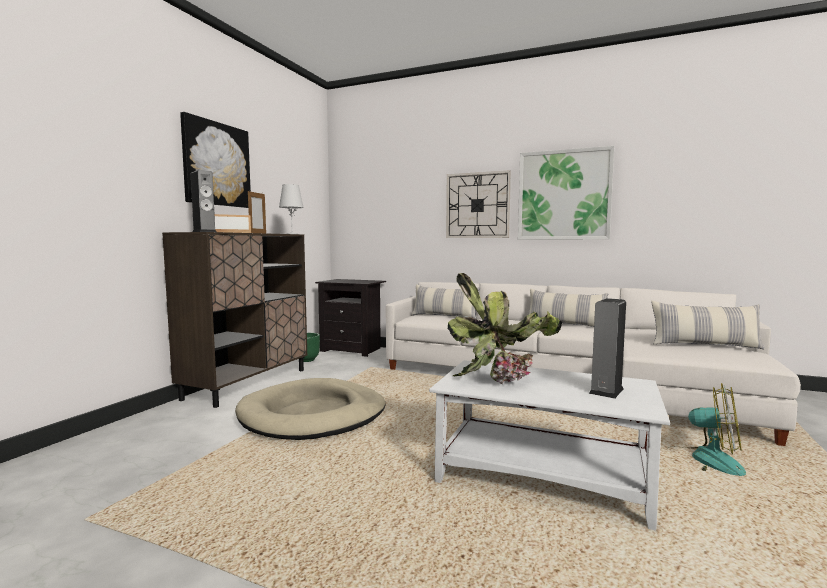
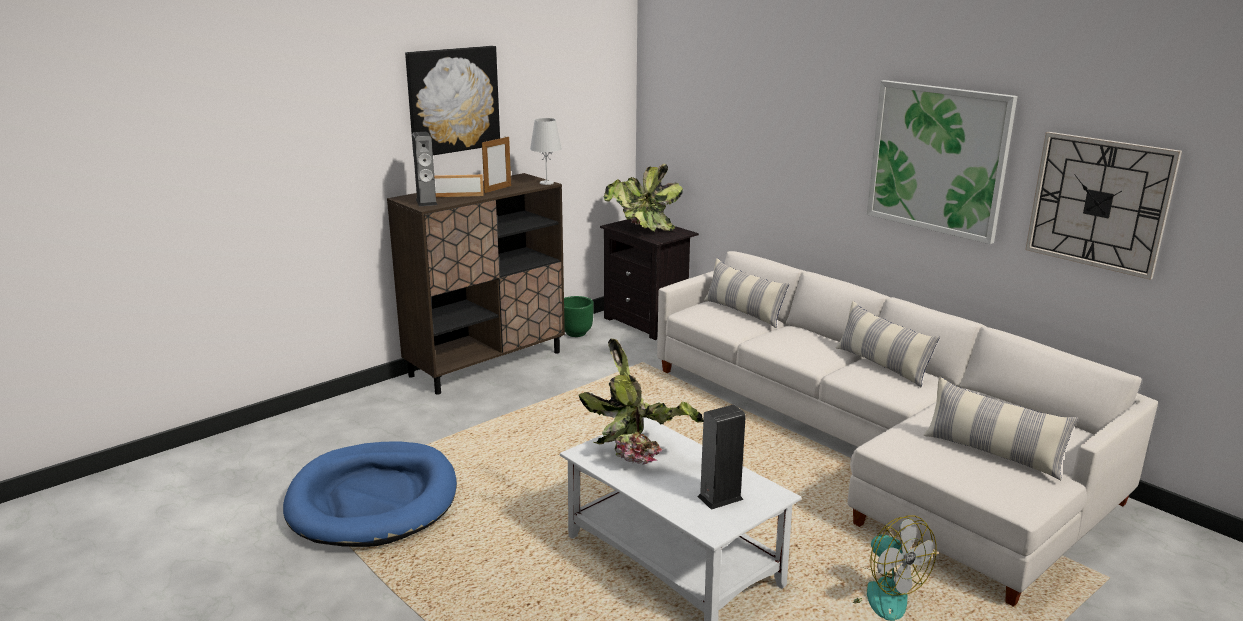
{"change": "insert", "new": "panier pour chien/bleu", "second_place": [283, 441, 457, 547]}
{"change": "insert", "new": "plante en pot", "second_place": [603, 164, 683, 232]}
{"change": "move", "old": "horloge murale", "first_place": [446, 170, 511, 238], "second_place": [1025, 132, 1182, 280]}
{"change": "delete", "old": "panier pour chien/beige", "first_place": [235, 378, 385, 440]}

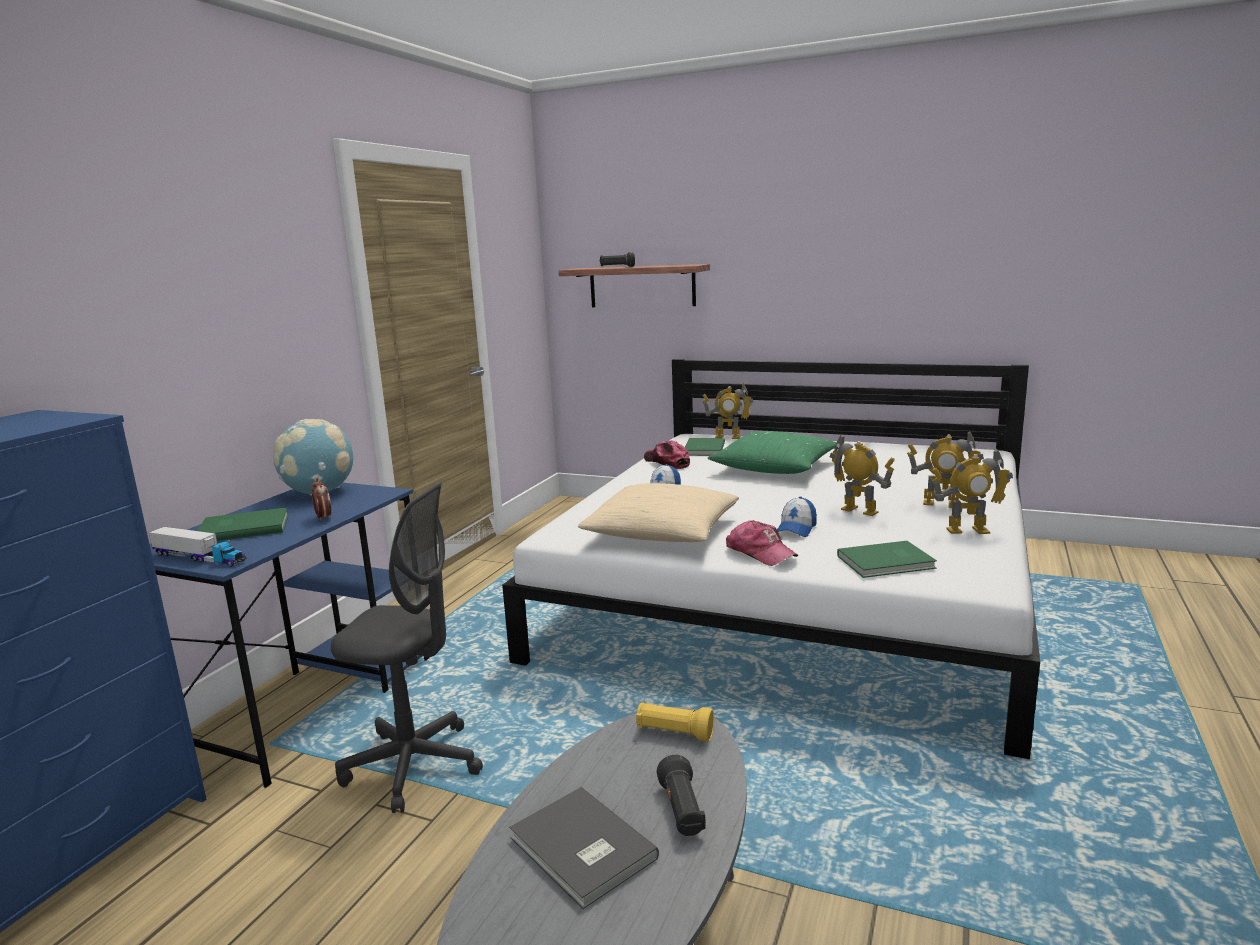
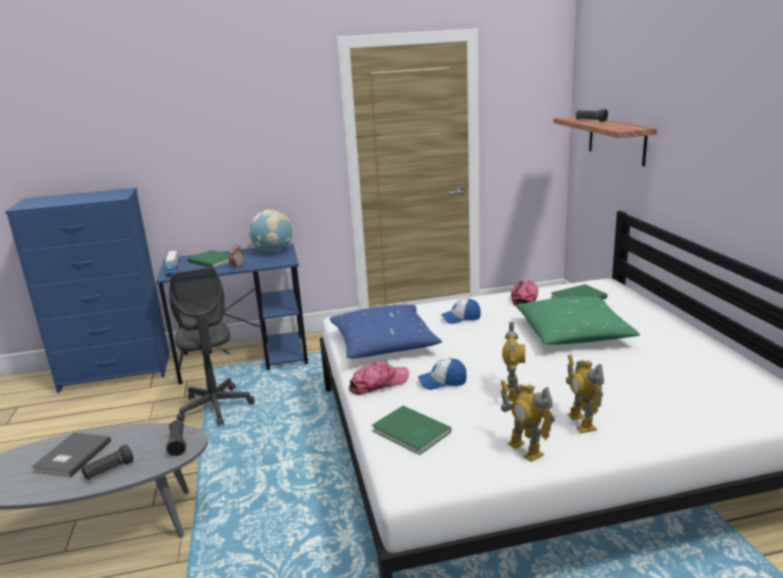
{"change": "recolor", "old": "lampe de poche/jaune", "new": "lampe de poche/noir", "first_place": [636, 702, 714, 742], "second_place": [166, 420, 186, 456]}
{"change": "recolor", "old": "coussin/beige", "new": "coussin/bleu", "first_place": [578, 483, 739, 542], "second_place": [330, 305, 442, 358]}
{"change": "rotate", "old": "casquette", "first_place": [726, 520, 799, 566], "second_place": [349, 361, 409, 395], "degrees": -135}
{"change": "delete", "old": "robot jouet", "first_place": [702, 383, 753, 439]}

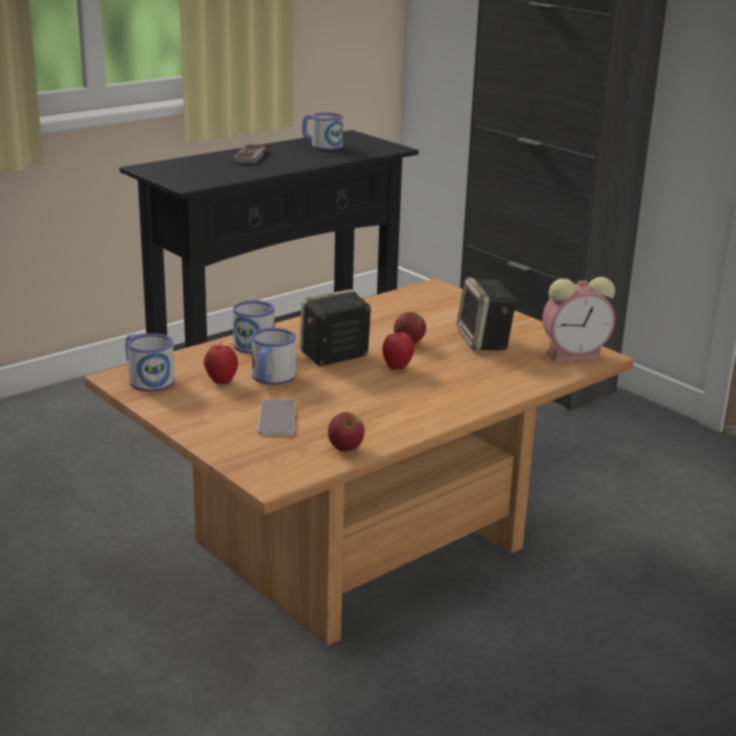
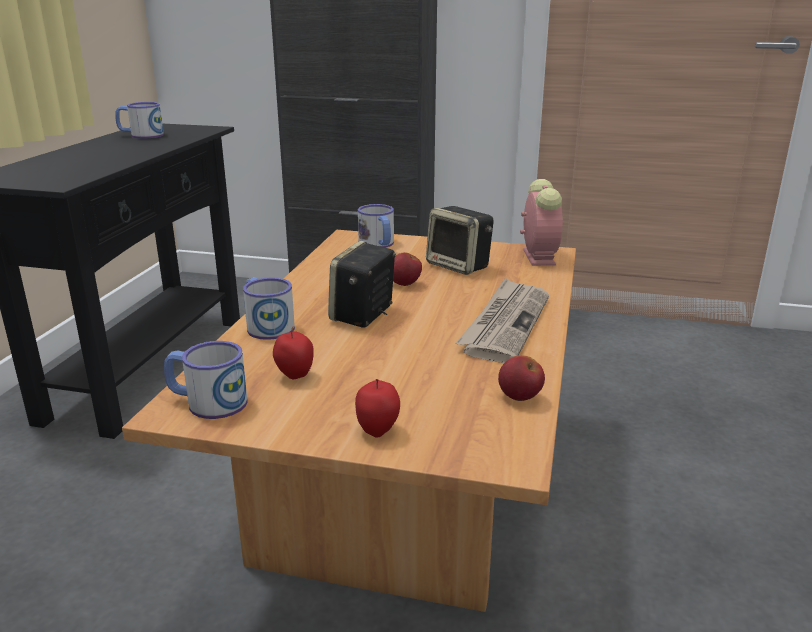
{"change": "move", "old": "pomme", "first_place": [383, 329, 415, 370], "second_place": [355, 379, 400, 438]}
{"change": "move", "old": "mug", "first_place": [252, 328, 296, 385], "second_place": [358, 204, 394, 248]}
{"change": "insert", "new": "journal", "second_place": [456, 278, 549, 363]}
{"change": "rotate", "old": "réveil", "first_place": [542, 277, 615, 363], "second_place": [520, 179, 563, 266], "degrees": -45}
{"change": "delete", "old": "manette", "first_place": [233, 144, 275, 164]}
{"change": "delete", "old": "téléphone", "first_place": [258, 400, 295, 435]}

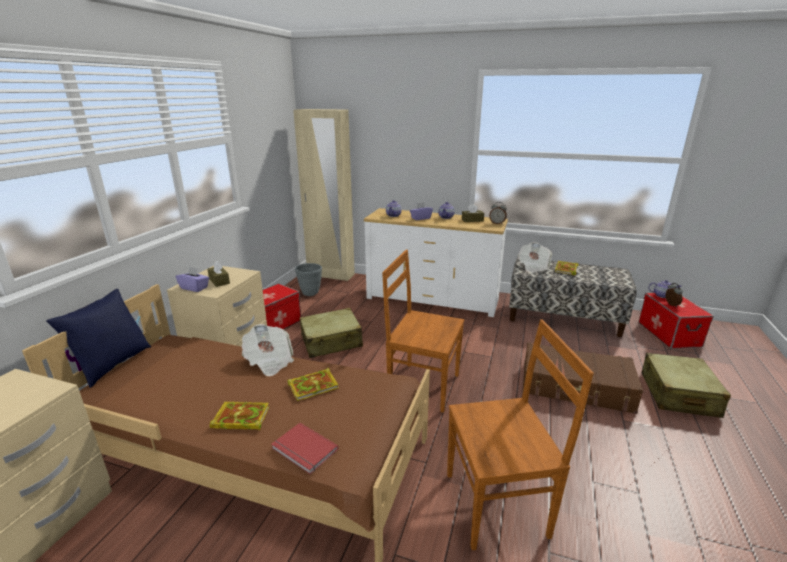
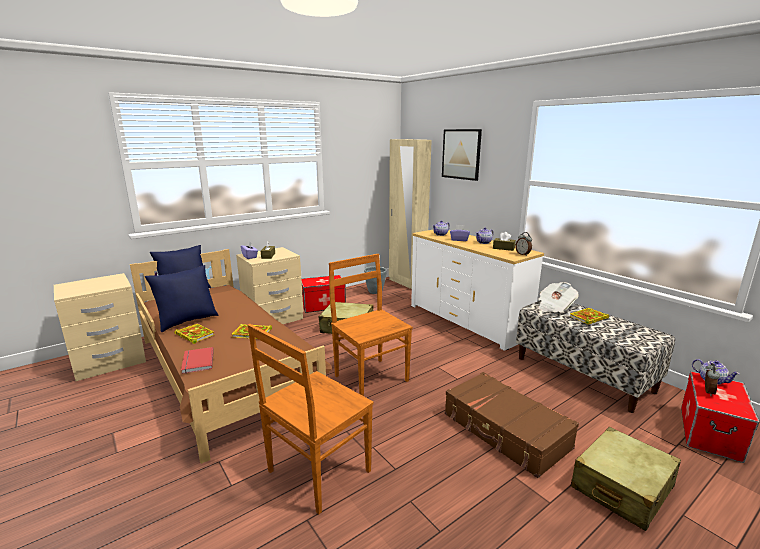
{"change": "insert", "new": "coussin/bleu", "second_place": [145, 265, 219, 332]}
{"change": "rotate", "old": "chaise/marron", "first_place": [447, 320, 594, 550], "second_place": [248, 324, 374, 514], "degrees": 105}
{"change": "insert", "new": "tableau", "second_place": [442, 129, 482, 181]}
{"change": "delete", "old": "journal", "first_place": [242, 324, 294, 376]}

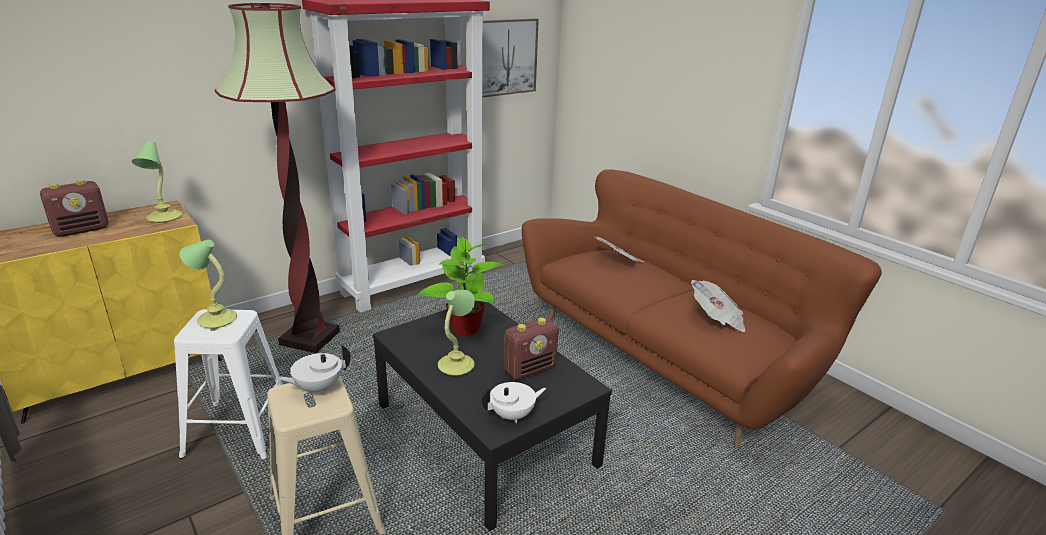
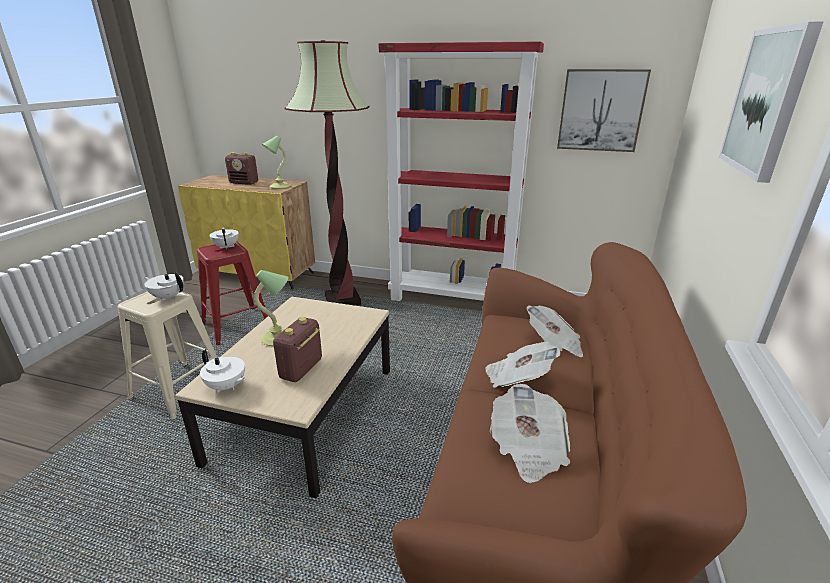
{"change": "recolor", "old": "table basse/noir", "new": "table basse/beige", "first_place": [373, 302, 612, 531], "second_place": [175, 296, 390, 498]}
{"change": "recolor", "old": "tabouret/blanc", "new": "tabouret/rouge", "first_place": [174, 309, 283, 459], "second_place": [197, 242, 268, 345]}
{"change": "replace", "old": "lampe de table", "new": "théière/blanc", "first_place": [180, 240, 237, 329], "second_place": [209, 228, 239, 248]}
{"change": "rotate", "old": "radio", "first_place": [504, 317, 559, 380], "second_place": [273, 317, 322, 382], "degrees": 90}
{"change": "insert", "new": "journal", "second_place": [485, 341, 560, 388]}
{"change": "insert", "new": "tableau", "second_place": [719, 21, 824, 183]}
{"change": "delete", "old": "plante en pot", "first_place": [417, 236, 503, 336]}

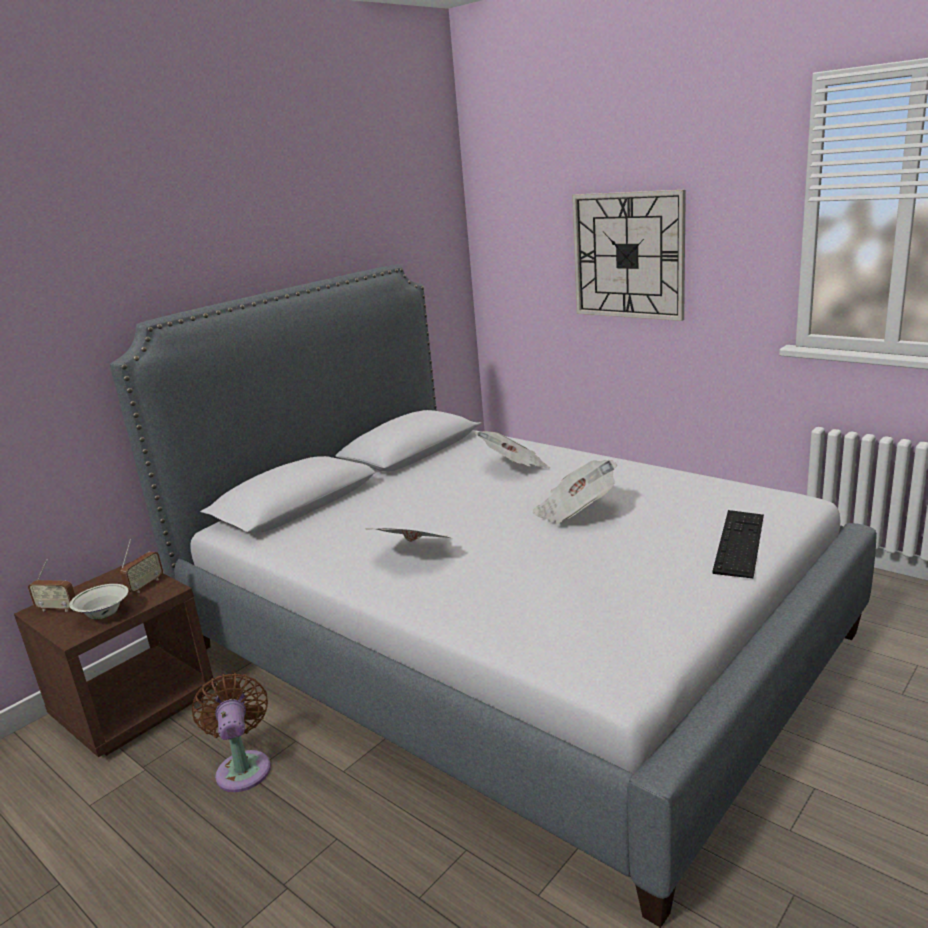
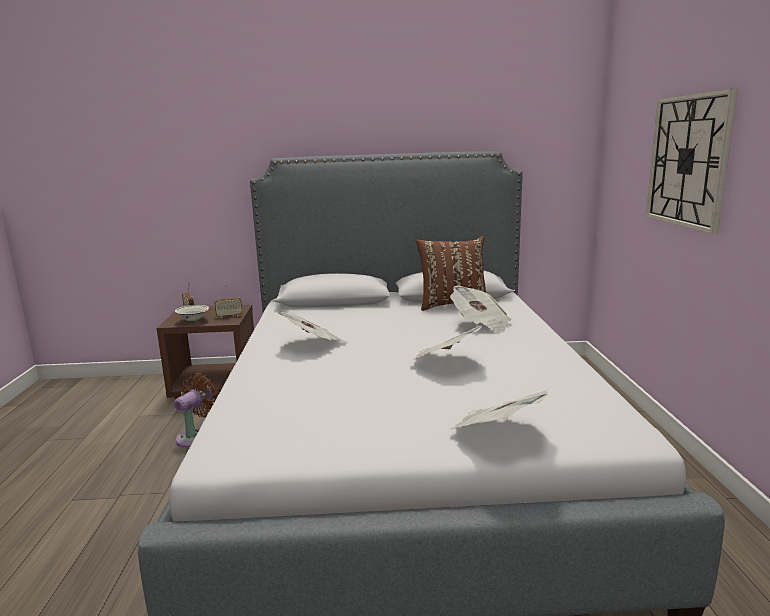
{"change": "insert", "new": "coussin/marron", "second_place": [416, 236, 486, 311]}
{"change": "replace", "old": "clavier", "new": "journal", "first_place": [712, 510, 764, 578], "second_place": [449, 390, 548, 430]}

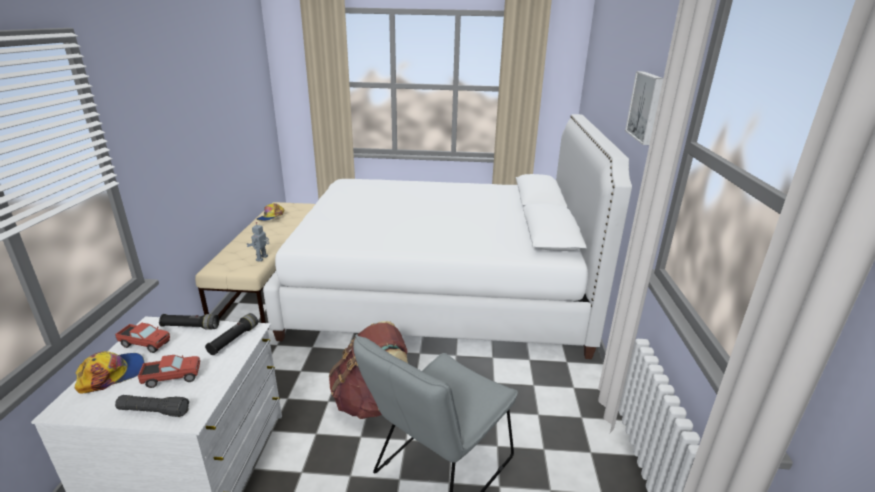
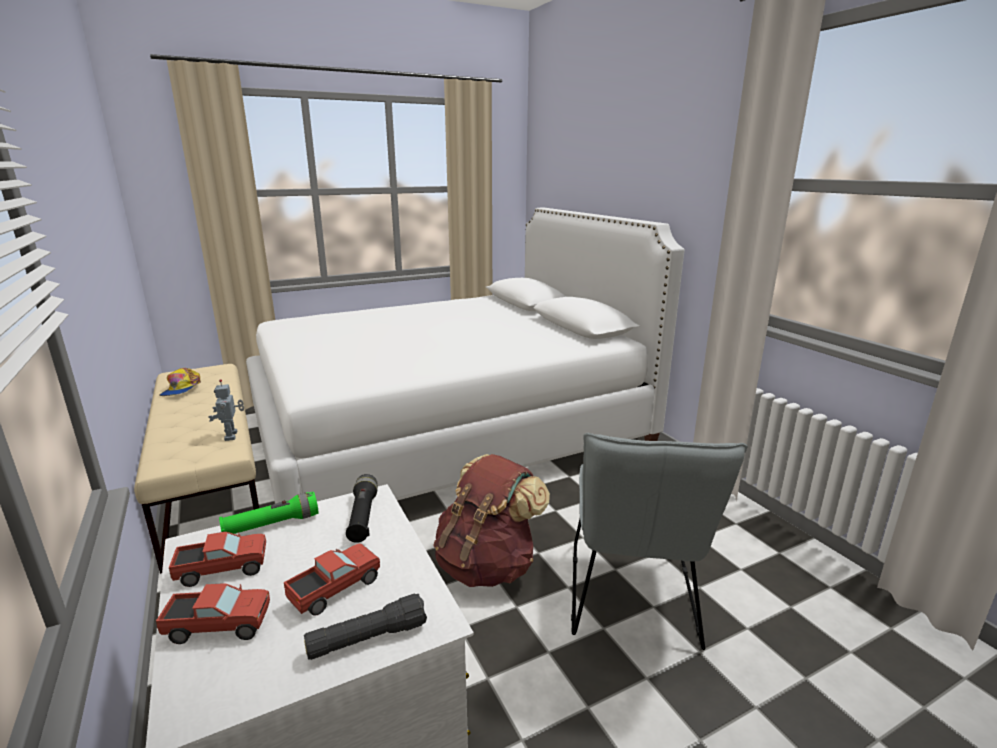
{"change": "replace", "old": "casquette", "new": "camion jouet", "first_place": [75, 351, 144, 394], "second_place": [156, 583, 270, 644]}
{"change": "recolor", "old": "lampe de poche/noir", "new": "lampe de poche/vert", "first_place": [159, 314, 219, 330], "second_place": [219, 492, 318, 534]}
{"change": "delete", "old": "tableau", "first_place": [625, 71, 663, 145]}

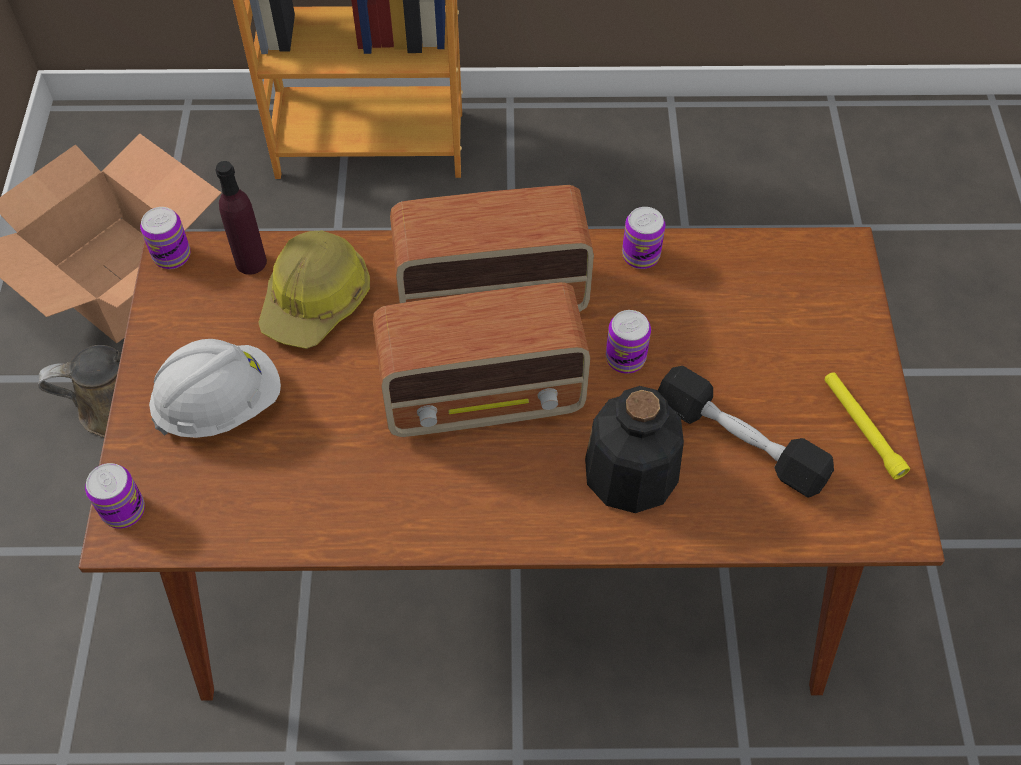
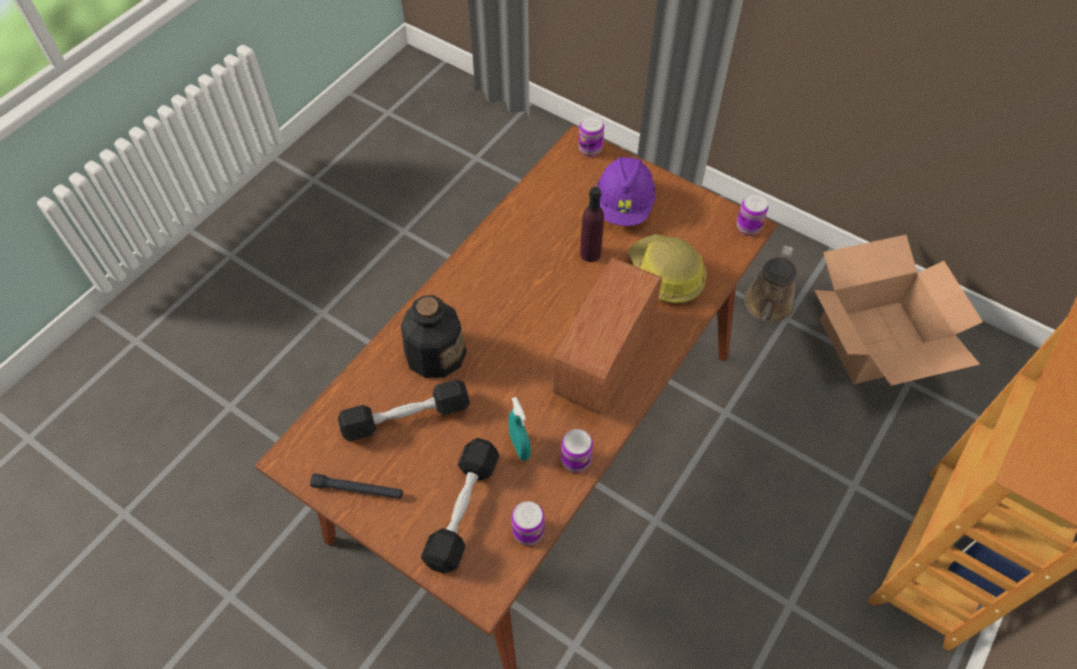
{"change": "recolor", "old": "lampe de poche/jaune", "new": "lampe de poche/noir", "first_place": [825, 372, 910, 480], "second_place": [310, 473, 403, 499]}
{"change": "insert", "new": "haltère/noir", "second_place": [421, 438, 499, 573]}
{"change": "insert", "new": "vaporisateur/turquoise", "second_place": [509, 397, 531, 461]}
{"change": "move", "old": "boîte métallique", "first_place": [606, 310, 651, 373], "second_place": [511, 501, 544, 546]}
{"change": "move", "old": "bouteille/violet", "first_place": [215, 161, 267, 275], "second_place": [580, 187, 604, 262]}
{"change": "recolor", "old": "casque de chantier/blanc", "new": "casque de chantier/violet", "first_place": [149, 339, 281, 438], "second_place": [596, 157, 656, 226]}
{"change": "delete", "old": "radio", "first_place": [373, 282, 590, 437]}

